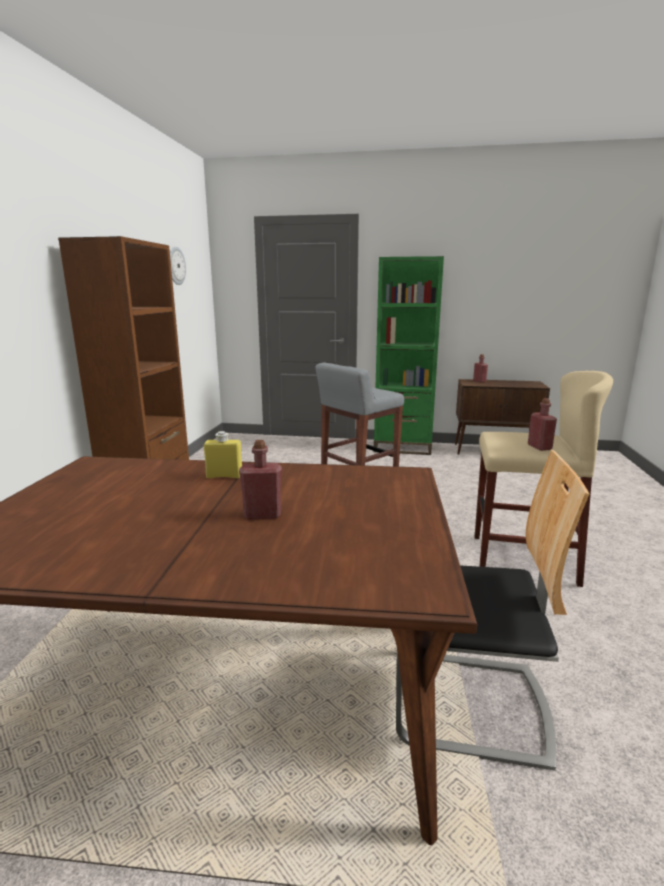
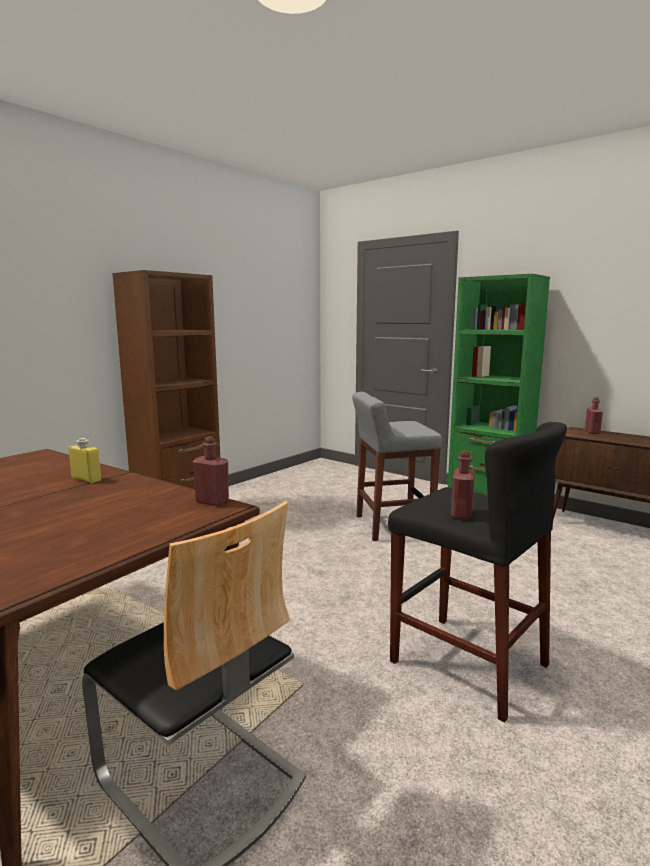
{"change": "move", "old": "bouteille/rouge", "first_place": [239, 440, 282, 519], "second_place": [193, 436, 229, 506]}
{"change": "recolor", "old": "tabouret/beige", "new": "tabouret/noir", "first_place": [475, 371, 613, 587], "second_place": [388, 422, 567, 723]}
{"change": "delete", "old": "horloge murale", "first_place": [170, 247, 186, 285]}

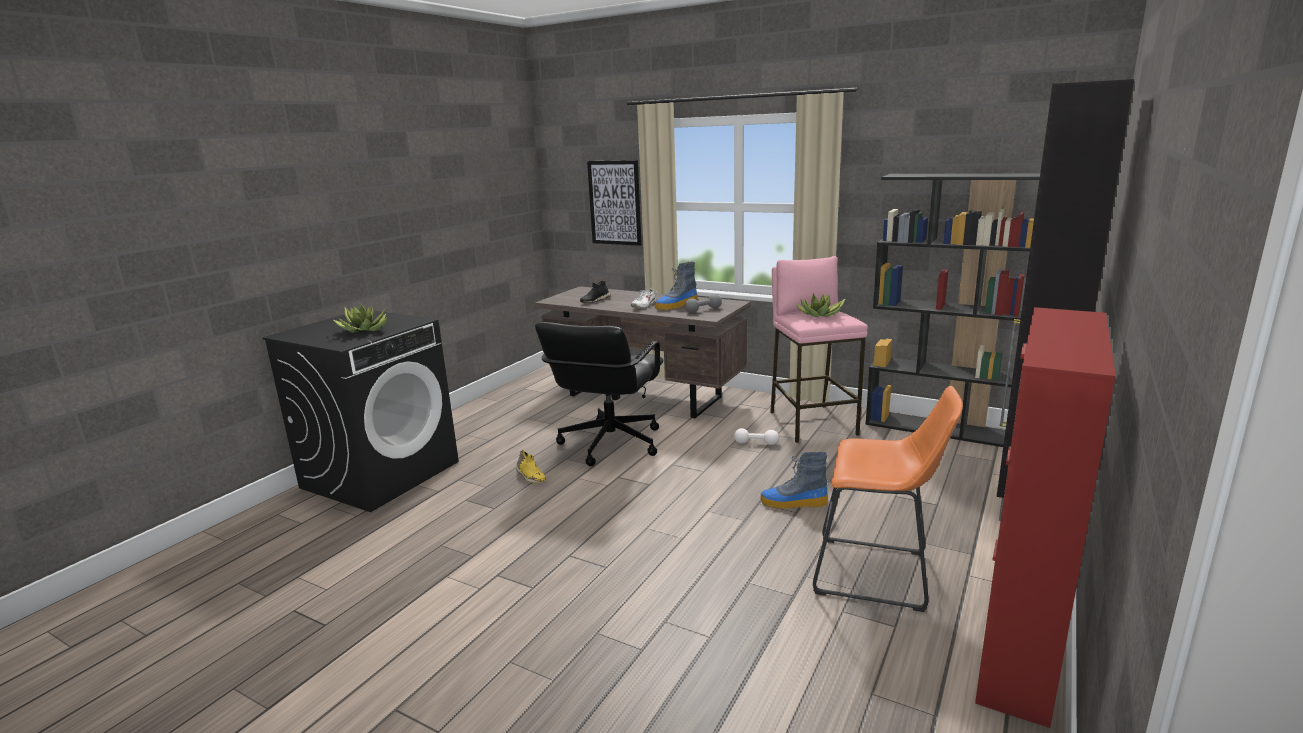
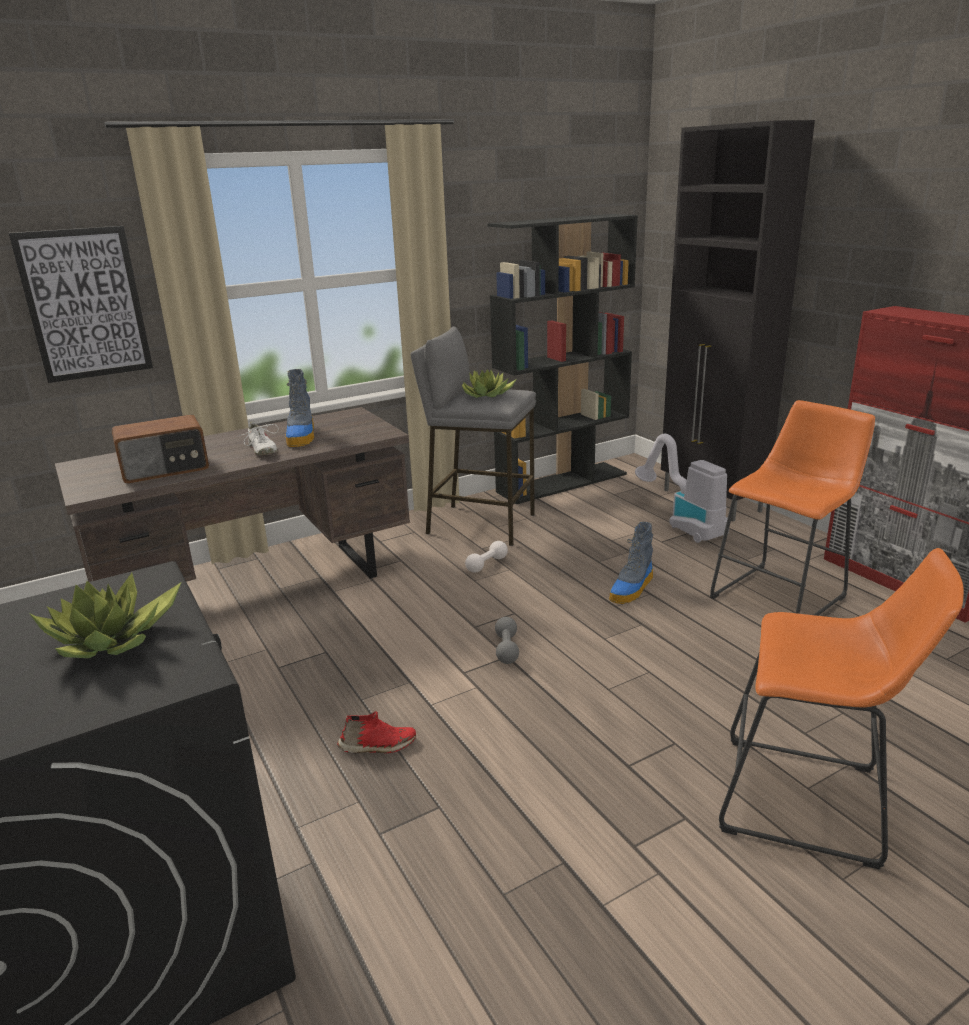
{"change": "replace", "old": "chaussure/noir", "new": "radio", "first_place": [580, 281, 611, 303], "second_place": [112, 414, 209, 483]}
{"change": "recolor", "old": "chaussure/jaune", "new": "chaussure/rouge", "first_place": [516, 450, 546, 483], "second_place": [337, 710, 416, 753]}
{"change": "recolor", "old": "tabouret/rose", "new": "tabouret/gris", "first_place": [770, 256, 868, 443], "second_place": [410, 326, 536, 546]}
{"change": "move", "old": "haltère/gris", "first_place": [685, 294, 722, 313], "second_place": [495, 617, 519, 664]}
{"change": "insert", "new": "aspirateur", "second_place": [635, 434, 729, 543]}
{"change": "insert", "new": "tabouret/orange", "second_place": [719, 548, 964, 870]}
{"change": "delete", "old": "chaise de bureau/noir", "first_place": [535, 322, 663, 466]}

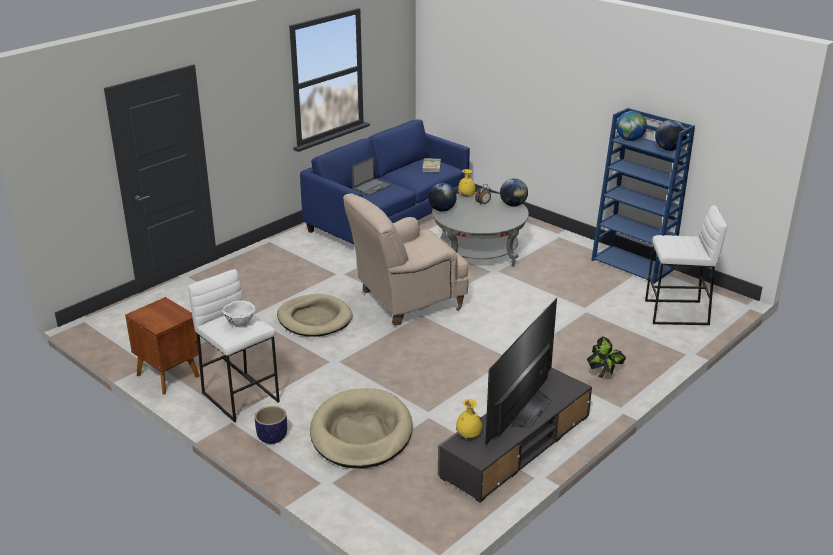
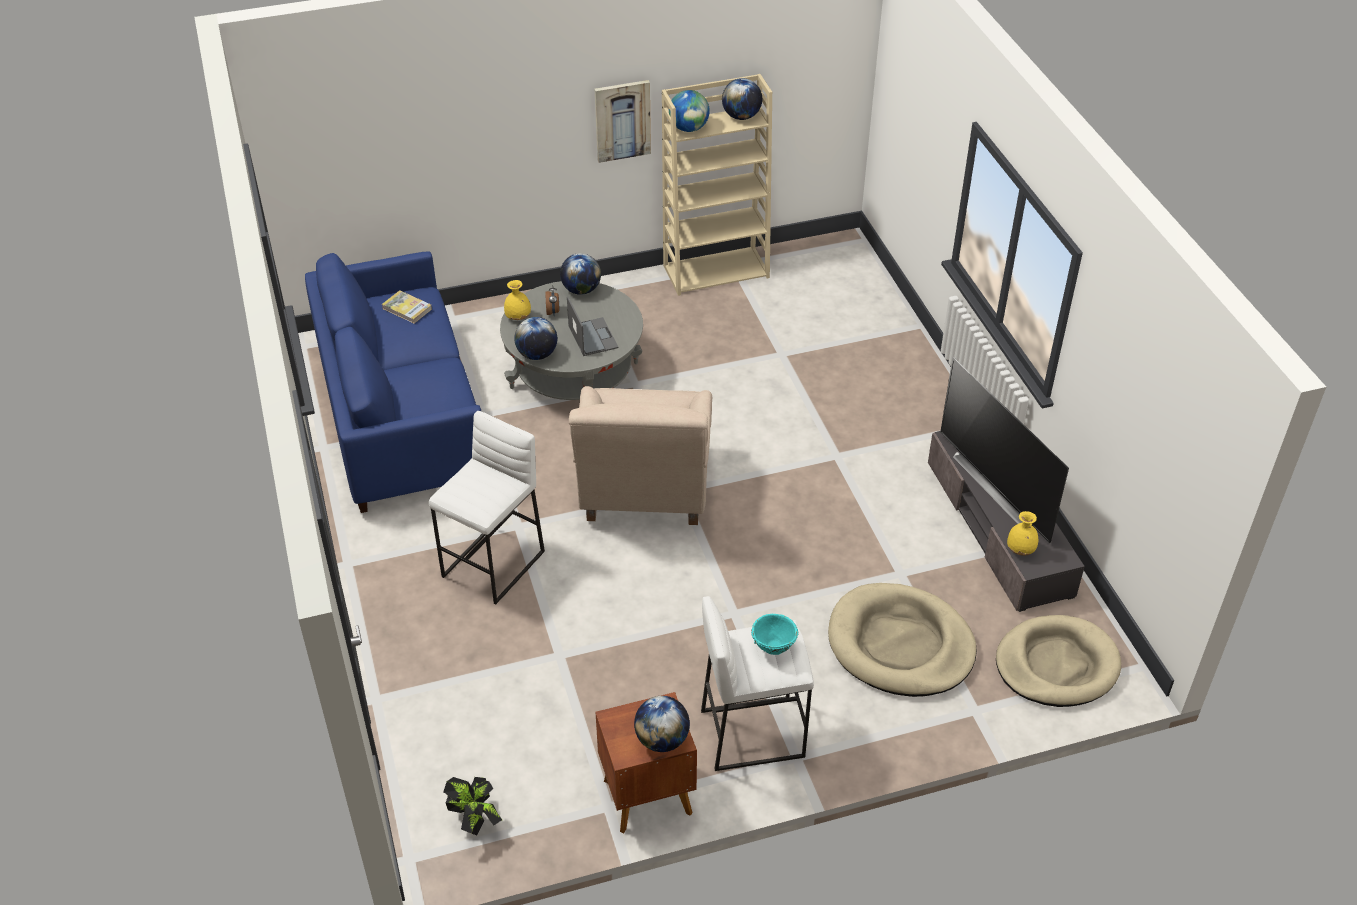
{"change": "move", "old": "tabouret/blanc", "first_place": [645, 205, 727, 325], "second_place": [429, 411, 545, 604]}
{"change": "move", "old": "plante en pot", "first_place": [587, 336, 626, 378], "second_place": [443, 777, 502, 835]}
{"change": "move", "old": "ordinateur portable", "first_place": [352, 157, 391, 195], "second_place": [567, 296, 618, 356]}
{"change": "insert", "new": "tableau", "second_place": [595, 80, 651, 163]}
{"change": "insert", "new": "globe", "second_place": [634, 696, 690, 752]}
{"change": "recolor", "old": "bibliothèque/bleu", "new": "bibliothèque/beige", "first_place": [591, 108, 695, 284], "second_place": [662, 74, 772, 296]}
{"change": "recolor", "old": "bol/blanc", "new": "bol/turquoise", "first_place": [222, 301, 256, 328], "second_place": [751, 614, 798, 655]}
{"change": "move", "old": "panier pour chien/beige", "first_place": [277, 294, 352, 337], "second_place": [996, 615, 1121, 707]}
{"change": "delete", "old": "cache-pot", "first_place": [255, 406, 287, 444]}

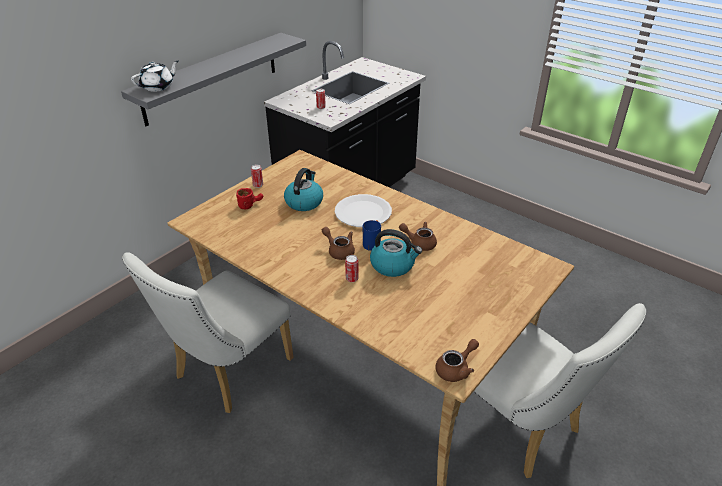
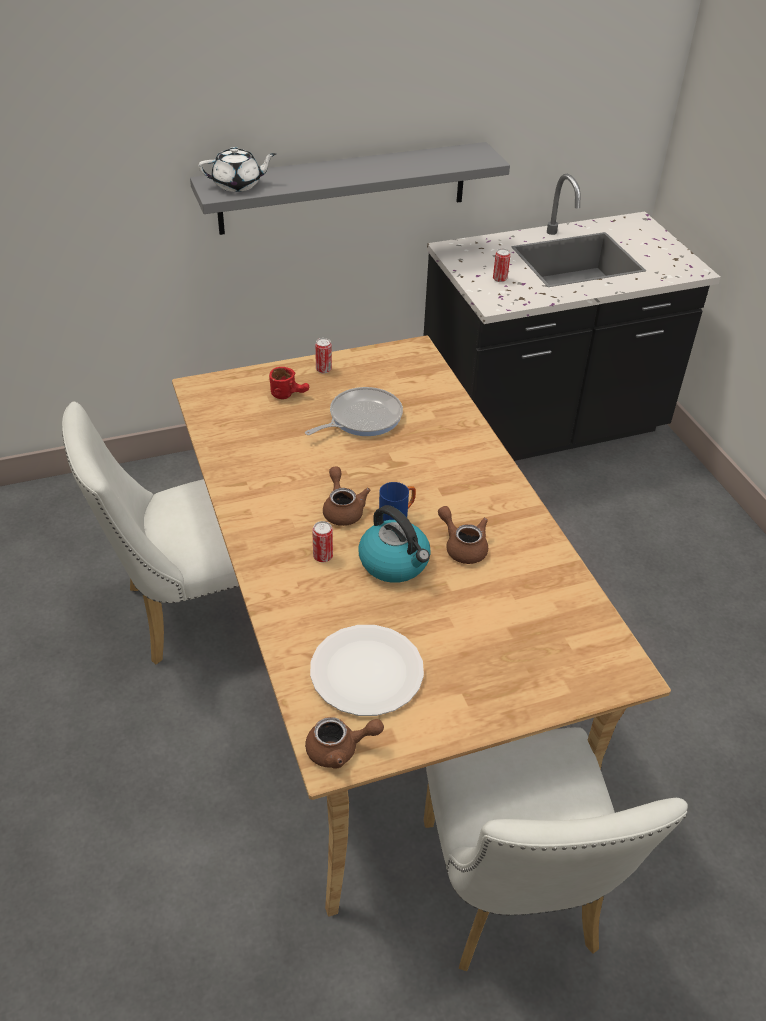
{"change": "replace", "old": "bouilloire", "new": "poêle", "first_place": [284, 168, 323, 211], "second_place": [305, 387, 403, 436]}
{"change": "move", "old": "assiette/blanc", "first_place": [335, 194, 392, 227], "second_place": [310, 625, 424, 716]}

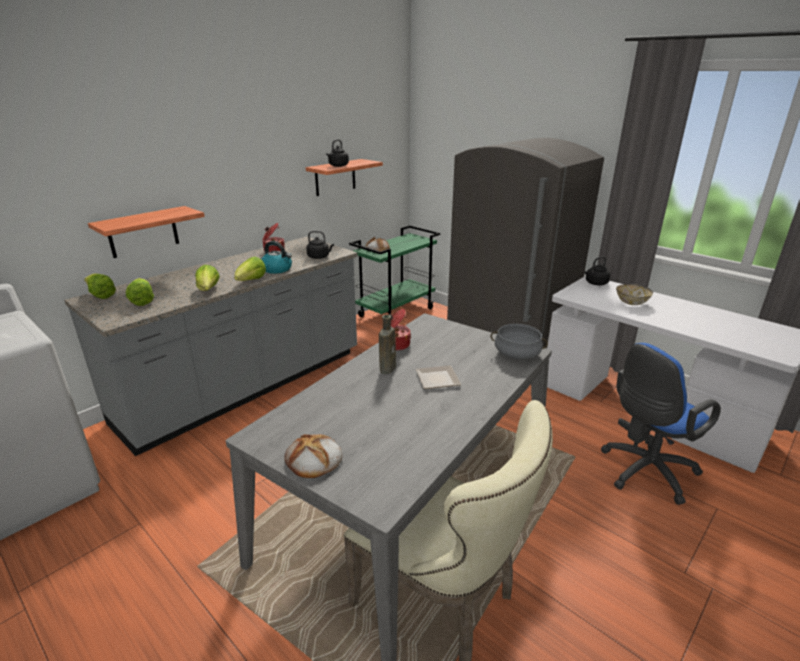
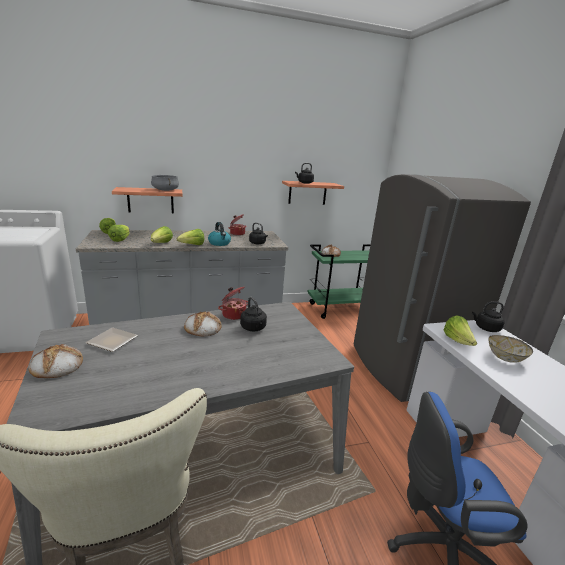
{"change": "move", "old": "assiette", "first_place": [416, 365, 461, 389], "second_place": [85, 327, 138, 352]}
{"change": "move", "old": "marmite/gris", "first_place": [491, 324, 548, 360], "second_place": [151, 175, 179, 191]}
{"change": "replace", "old": "bouteille/marron", "new": "pain", "first_place": [379, 315, 396, 374], "second_place": [184, 312, 222, 336]}
{"change": "insert", "new": "bouilloire/noir", "second_place": [240, 297, 267, 331]}
{"change": "insert", "new": "laitue", "second_place": [443, 315, 477, 346]}

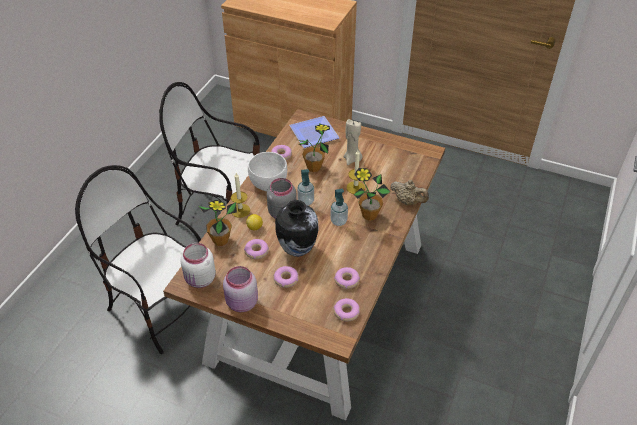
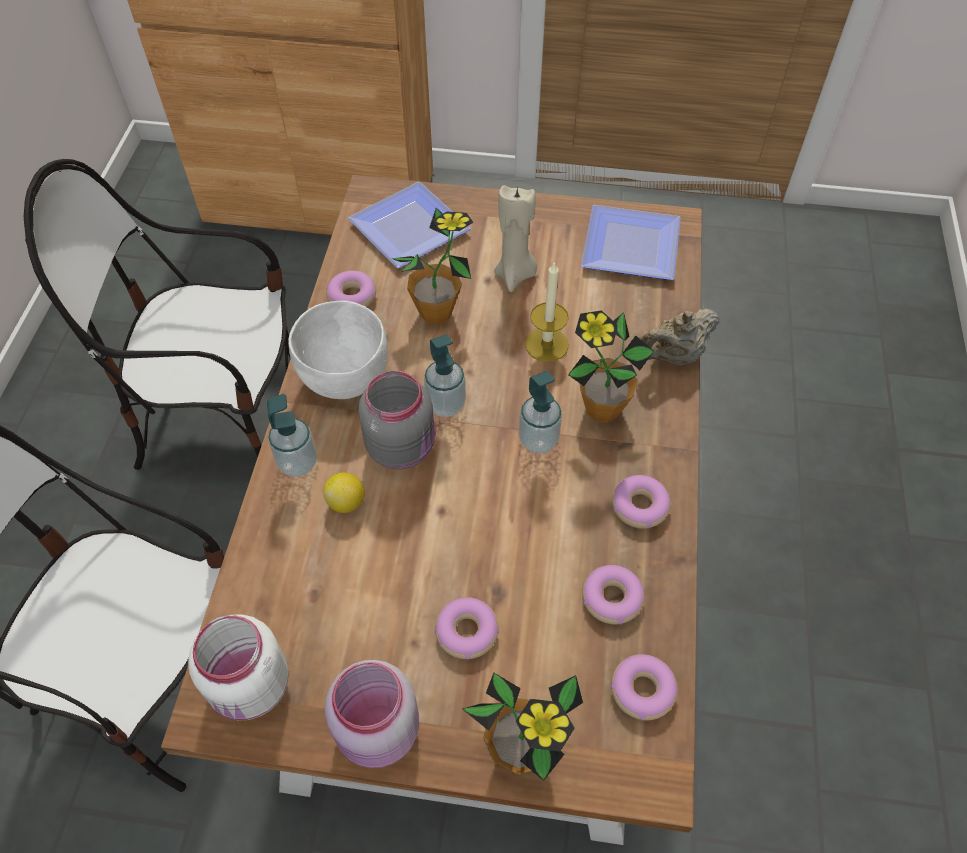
{"change": "replace", "old": "bougie", "new": "distributeur de savon", "first_place": [231, 173, 250, 218], "second_place": [267, 394, 317, 477]}
{"change": "move", "old": "plante en pot", "first_place": [199, 200, 237, 246], "second_place": [462, 673, 583, 781]}
{"change": "insert", "new": "assiette", "second_place": [581, 205, 681, 280]}
{"change": "move", "old": "beignet", "first_place": [244, 239, 269, 259], "second_place": [612, 475, 671, 529]}
{"change": "rotate", "old": "théière/beige", "first_place": [390, 180, 429, 205], "second_place": [641, 308, 720, 365], "degrees": 135}
{"change": "delete", "old": "vase", "first_place": [275, 200, 319, 257]}

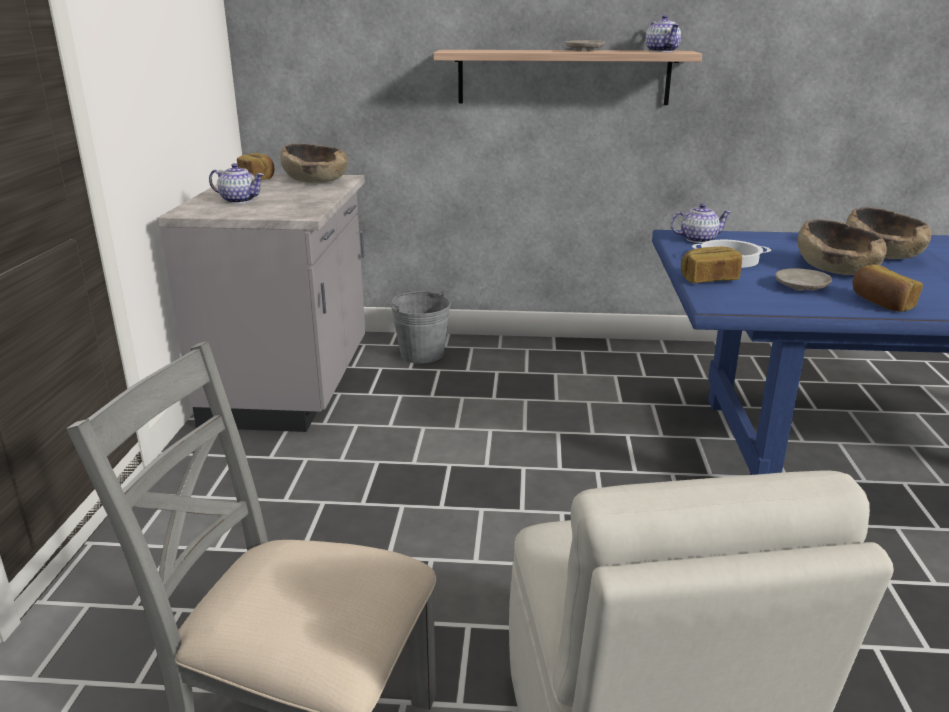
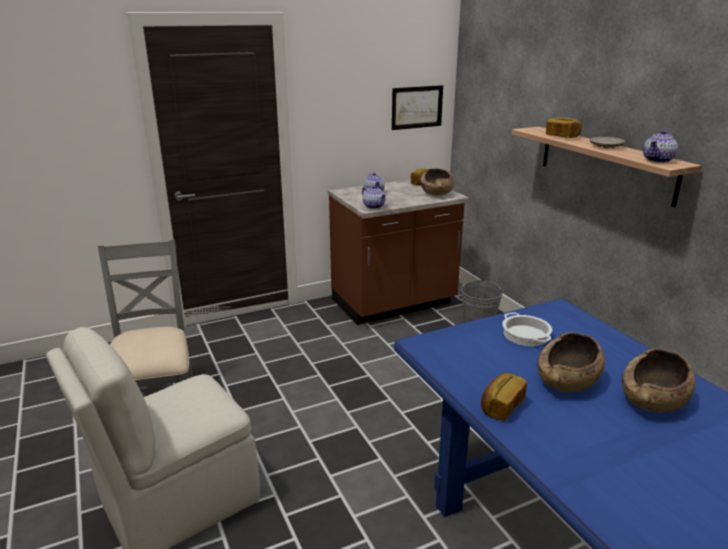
{"change": "recolor", "old": "comptoir de cuisine/gris", "new": "comptoir de cuisine/marron", "first_place": [158, 174, 365, 432], "second_place": [328, 179, 469, 325]}
{"change": "move", "old": "théière", "first_place": [670, 203, 731, 243], "second_place": [362, 185, 387, 209]}
{"change": "insert", "new": "tableau", "second_place": [392, 85, 443, 130]}
{"change": "move", "old": "pain", "first_place": [681, 247, 742, 283], "second_place": [546, 117, 582, 138]}
{"change": "delete", "old": "assiette/beige", "first_place": [775, 268, 832, 291]}

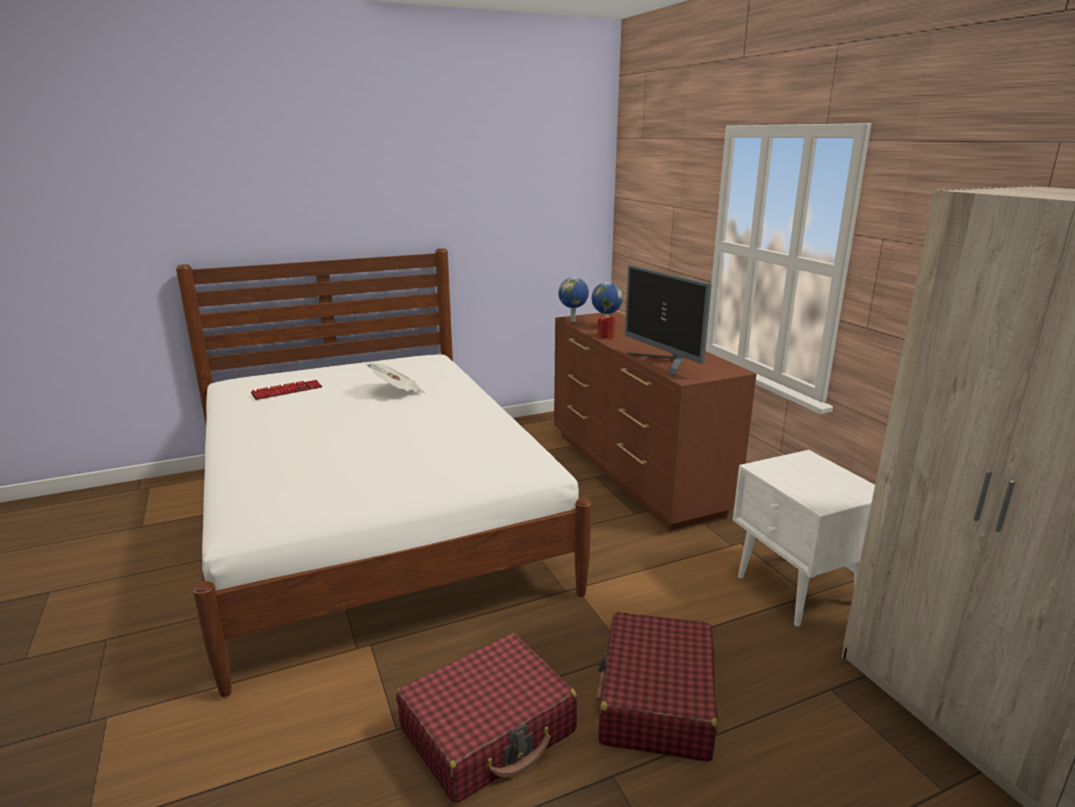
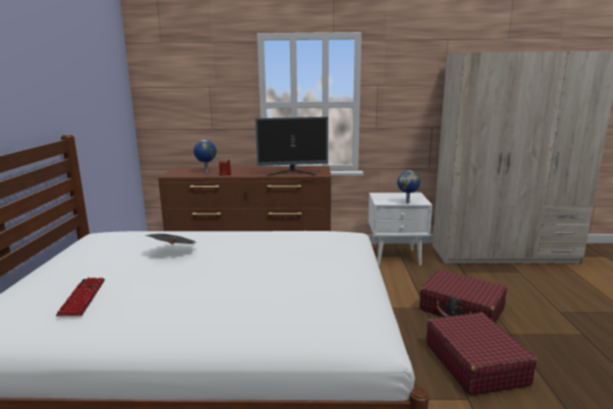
{"change": "move", "old": "globe", "first_place": [558, 277, 589, 322], "second_place": [397, 171, 420, 203]}

